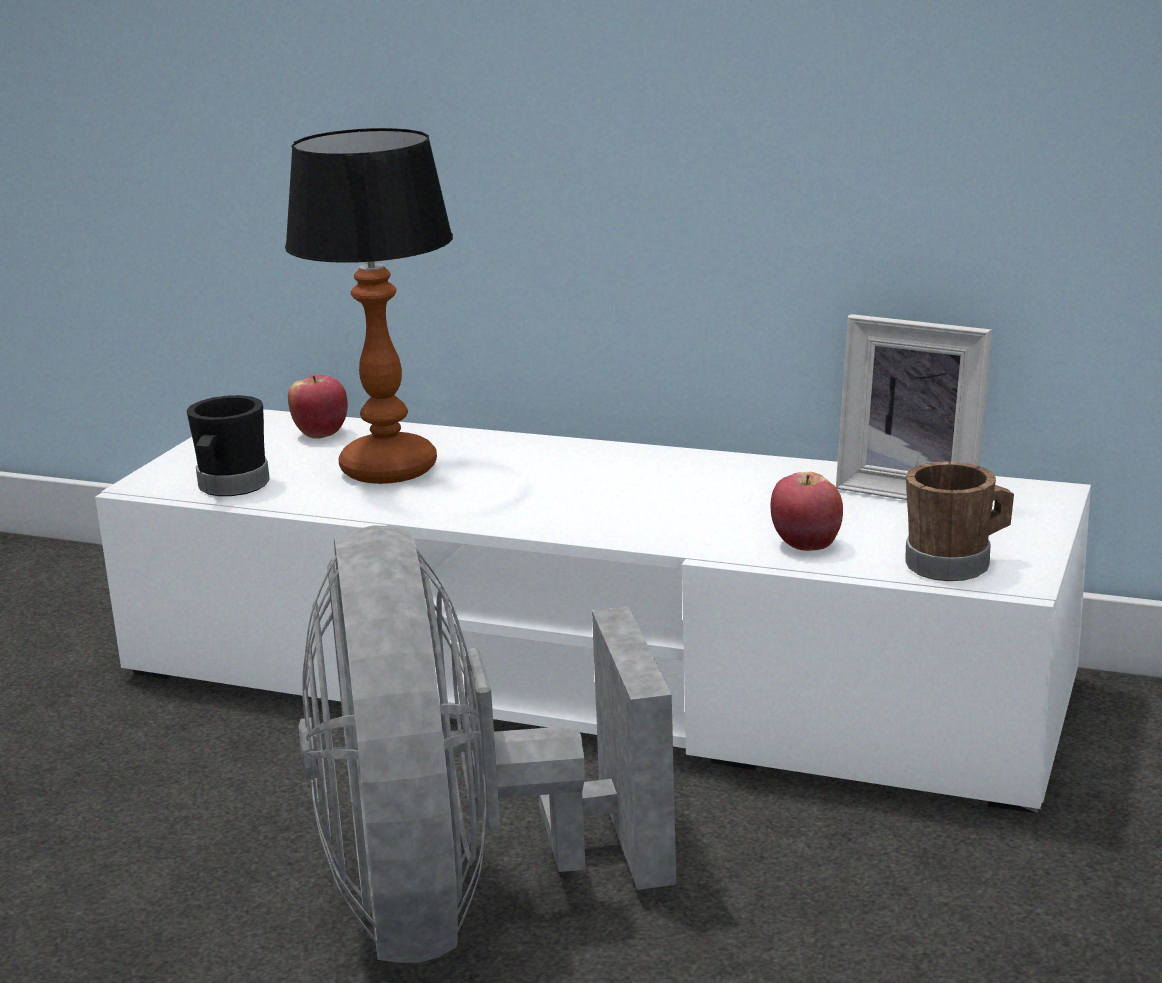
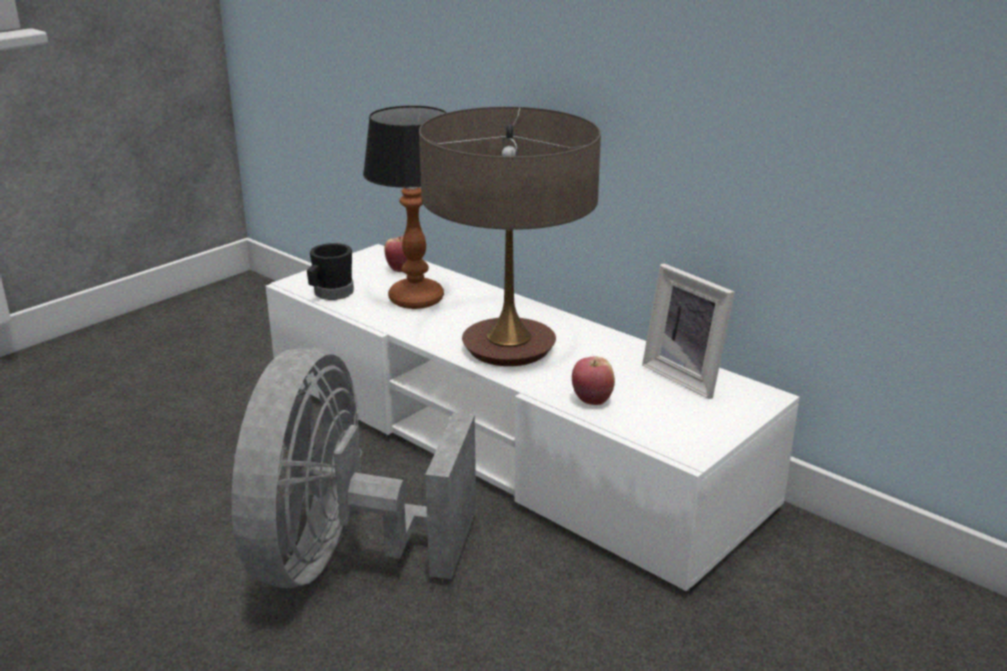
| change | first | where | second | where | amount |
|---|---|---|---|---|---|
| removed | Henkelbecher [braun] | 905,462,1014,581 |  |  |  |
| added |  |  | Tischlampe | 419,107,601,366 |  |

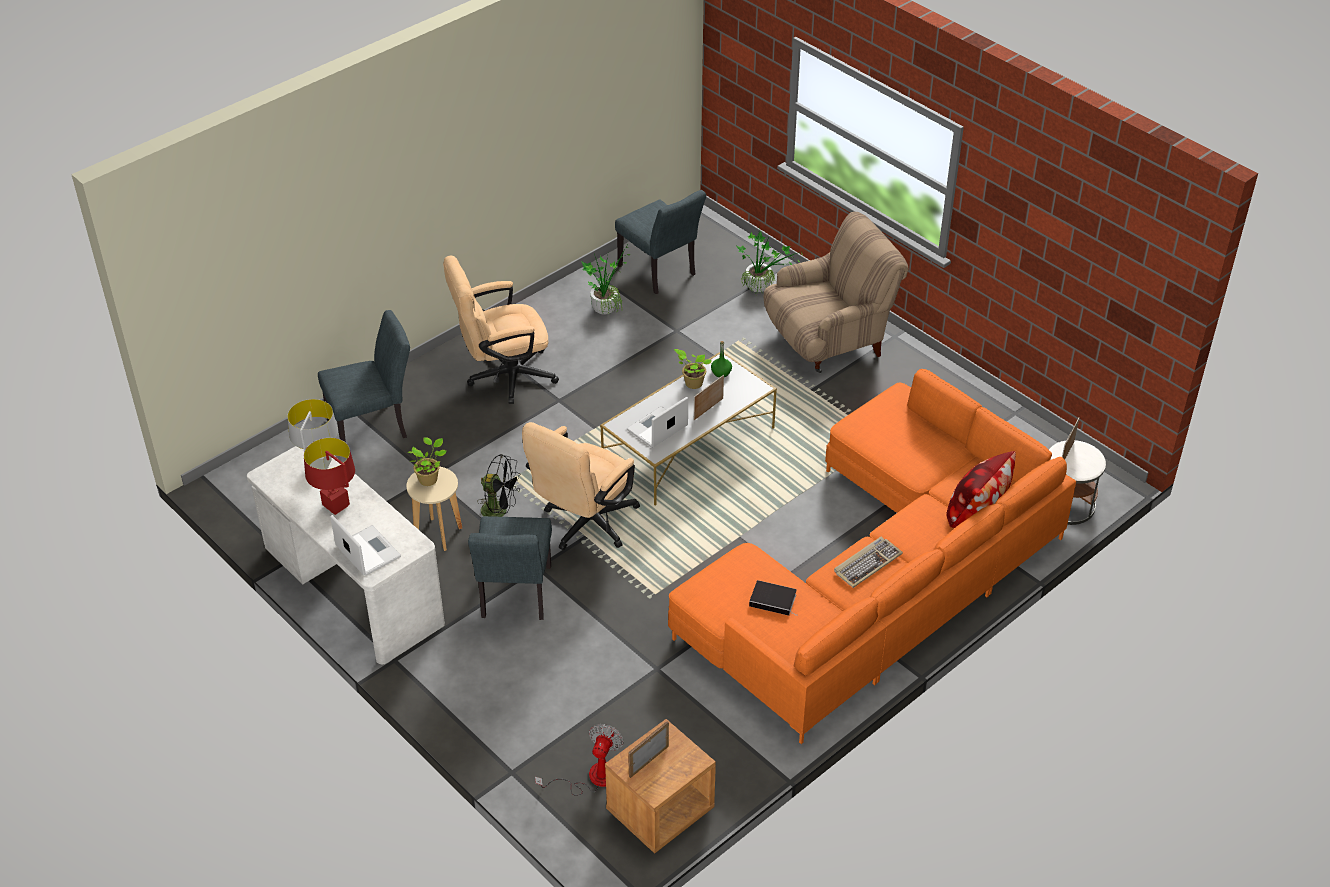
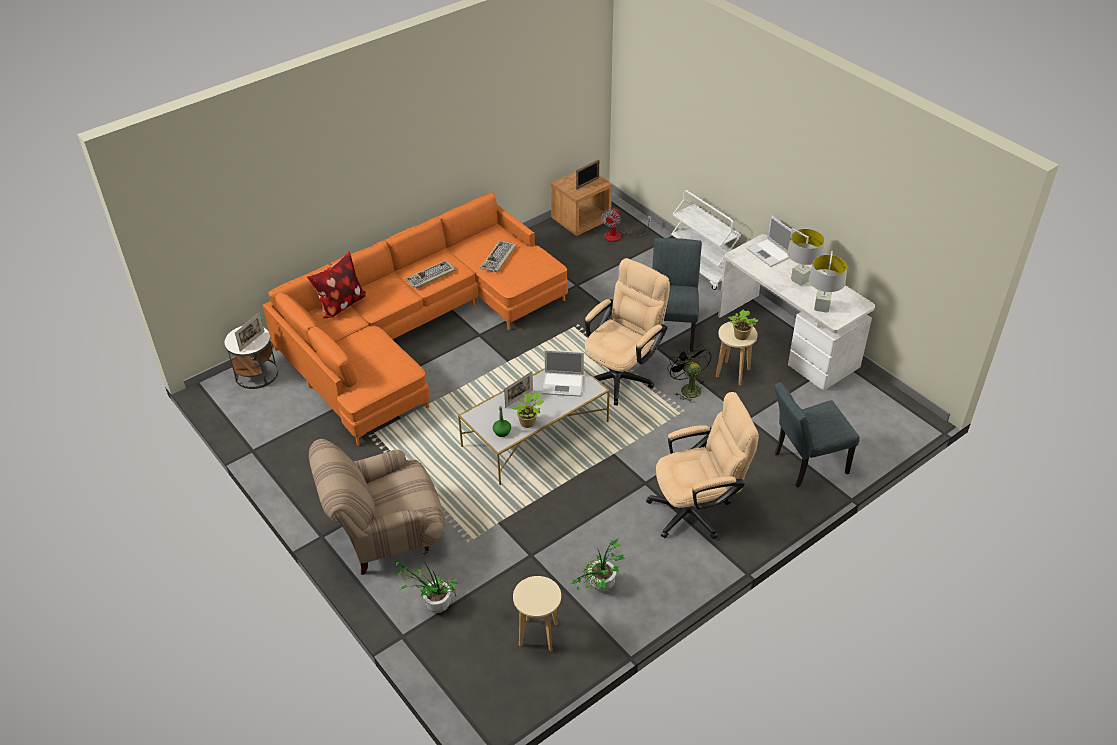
| change | first | where | second | where | amount |
|---|---|---|---|---|---|
| replaced | Stuhl [grau] | 615,190,706,294 | Hocker [beige] | 513,576,561,651 |  |
| turned | Laptop | 627,397,688,448 |  | 542,350,584,397 | 45 degrees clockwise |
| recoloured | Tischlampe [rot] | 304,438,355,515 | Tischlampe [grau] | 787,228,825,286 |  |
| turned | Ventilator [schwarz] | 477,454,521,517 |  | 667,344,711,403 | 45 degrees clockwise |
| replaced | Buch | 749,580,797,616 | Tastatur | 480,240,516,272 |  |
| added |  |  | Rollwagen [weiß] | 671,190,741,290 |  |

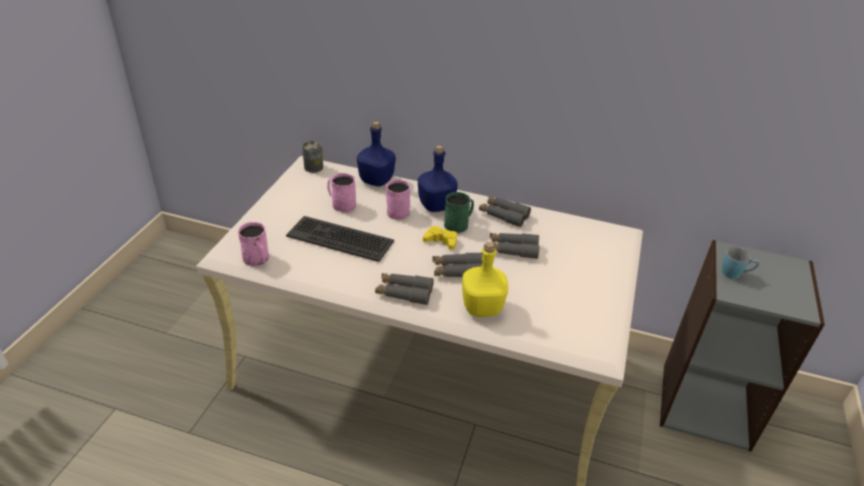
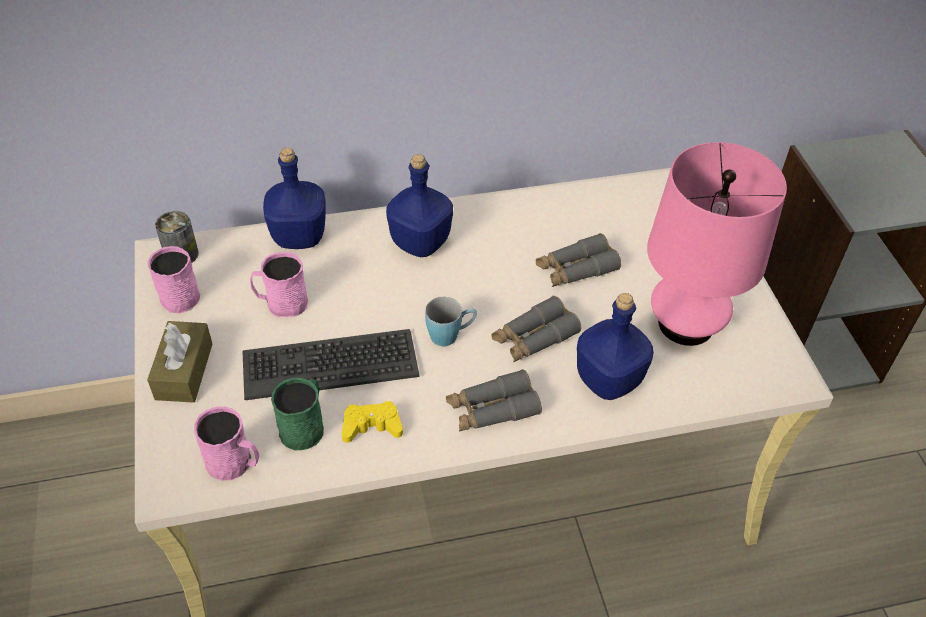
| change | first | where | second | where | amount |
|---|---|---|---|---|---|
| moved | Henkelbecher [rosa] | 386,179,410,220 |  | 148,246,200,313 |  |
| moved | Henkelbecher [grün] | 444,192,474,233 |  | 271,378,324,451 |  |
| removed | Fernglas [grau] | 479,196,531,227 |  |  |  |
| moved | Gamepad [gelb] | 423,226,457,250 |  | 342,401,403,443 |  |
| recoloured | Flasche [gelb] | 462,242,508,317 | Flasche [blau] | 577,293,654,400 |  |
| moved | Henkelbecher [blau] | 722,247,759,279 |  | 425,297,477,346 |  |
| added |  |  | Tischlampe [rosa] | 647,142,787,346 |  |
| added |  |  | Taschentuchbox [braun] | 147,321,212,403 |  |

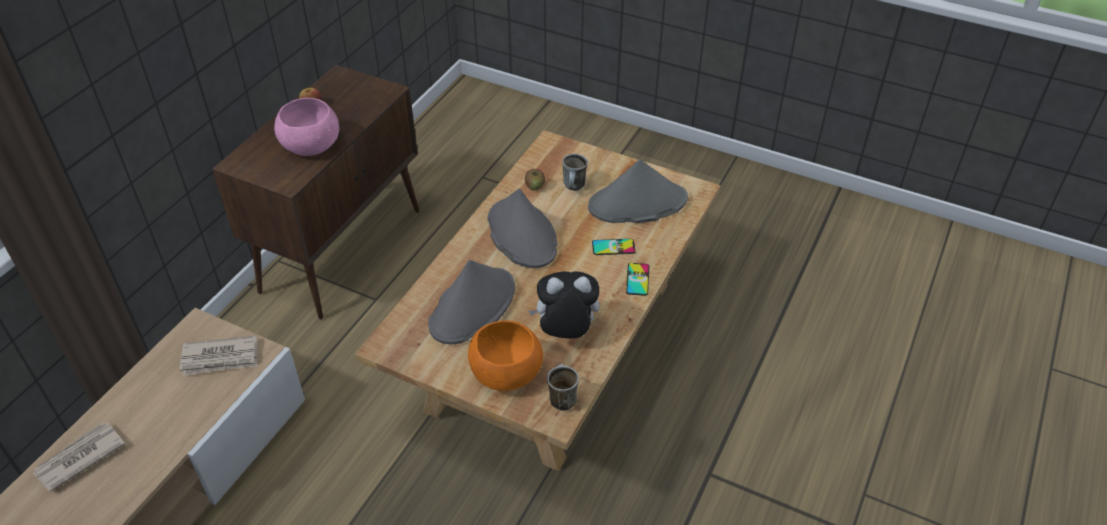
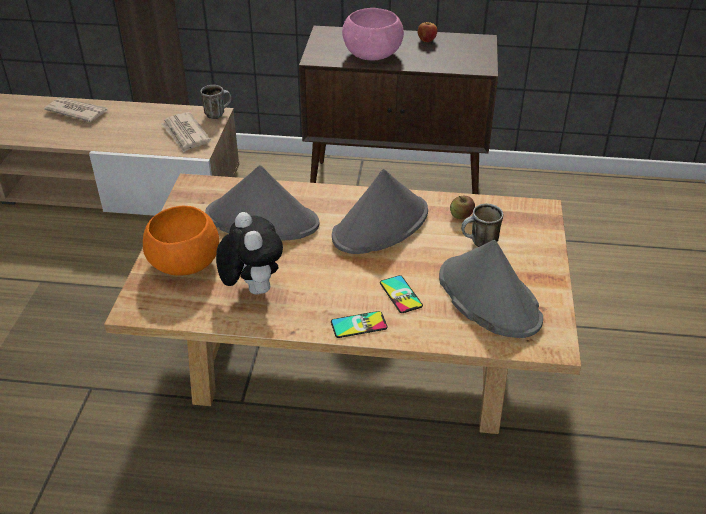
| change | first | where | second | where | amount |
|---|---|---|---|---|---|
| moved | Henkelbecher | 547,364,579,411 |  | 201,85,231,119 |  |

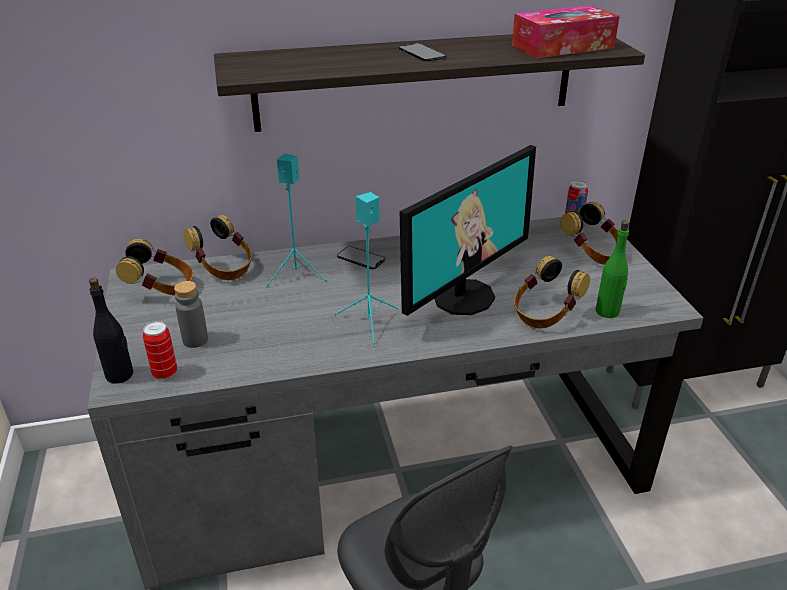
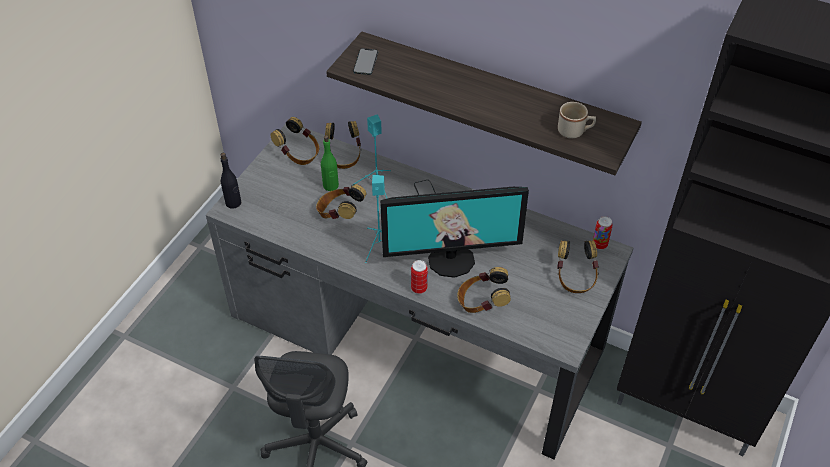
| change | first | where | second | where | amount |
|---|---|---|---|---|---|
| replaced | Taschentuchbox | 512,5,620,58 | Henkelbecher [beige] | 558,102,596,138 |  |
| moved | Handy | 399,43,447,62 |  | 353,48,378,75 |  |
| moved | Flasche [grün] | 596,220,629,318 |  | 321,135,339,191 |  |
| removed | Flasche [grau] | 174,281,208,348 |  |  |  |
| moved | Dose | 143,321,177,380 |  | 411,260,428,294 |  |
| added |  |  | Kopfhörer | 316,184,367,219 |  |

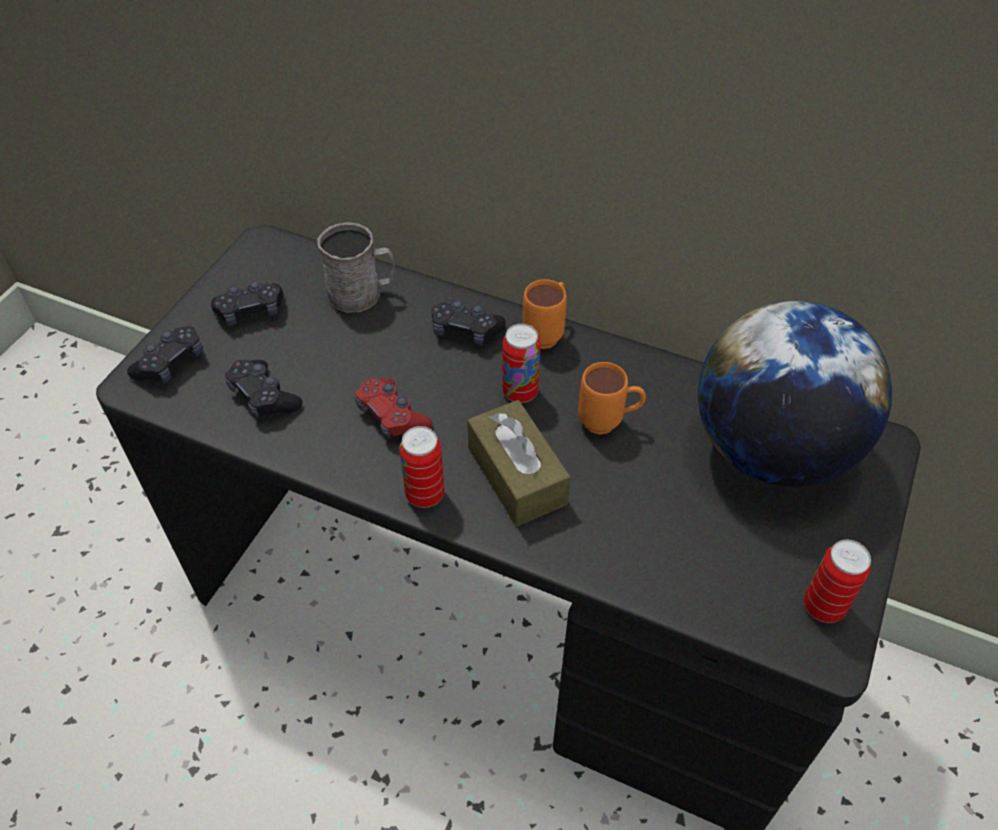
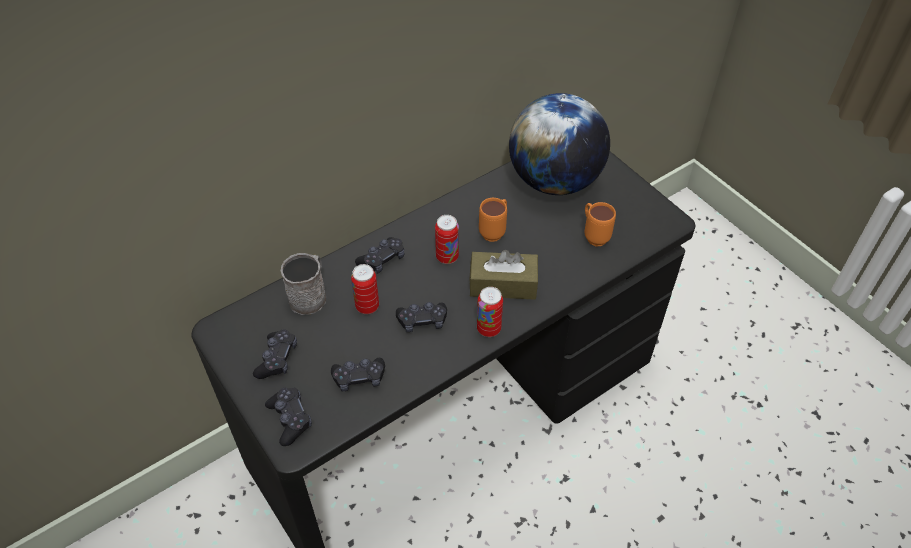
| change | first | where | second | where | amount |
|---|---|---|---|---|---|
| moved | Henkelbecher [orange] | 522,279,567,349 |  | 585,202,616,246 |  |
| recoloured | Gamepad [rot] | 355,378,432,439 | Gamepad [schwarz] | 396,302,447,332 |  |
| moved | Dose | 804,540,871,623 |  | 351,264,379,314 |  |

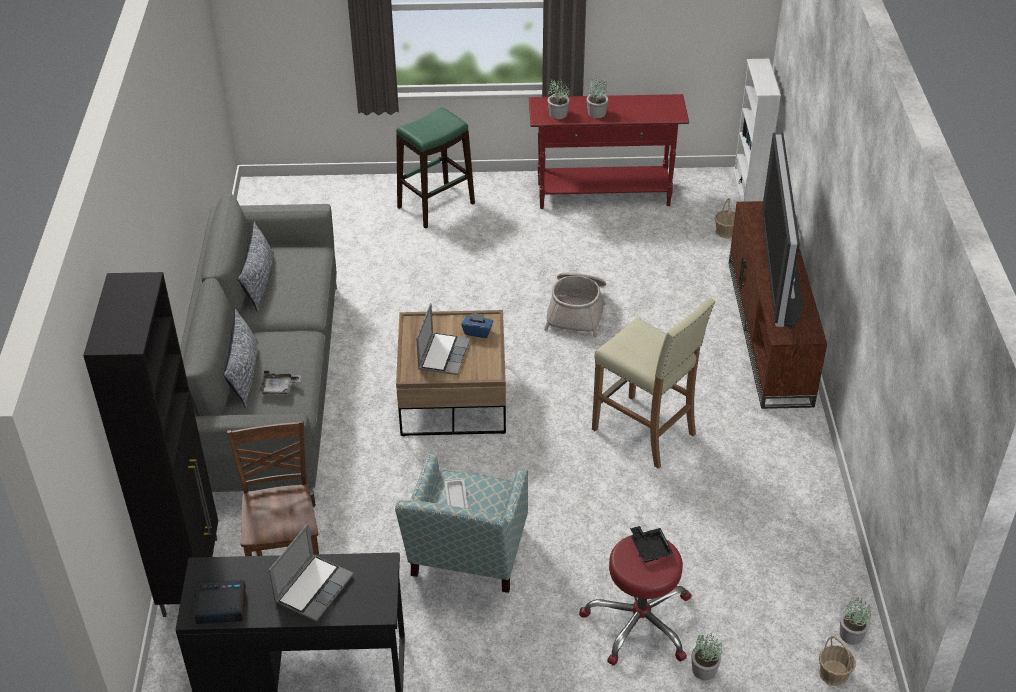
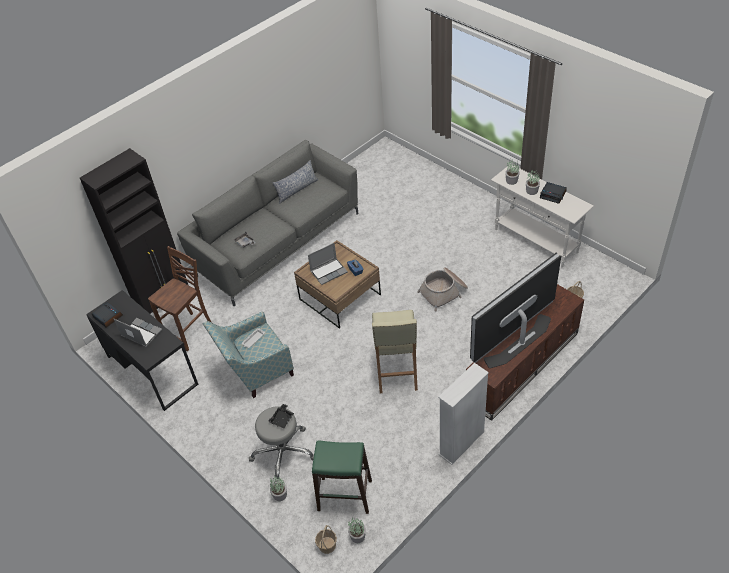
| change | first | where | second | where | amount |
|---|---|---|---|---|---|
| moved | Bücherregal [weiß] | 733,59,781,202 |  | 438,363,489,465 |  |
| recoloured | Konsolentisch [rot] | 529,94,689,209 | Konsolentisch [weiß] | 491,165,594,267 |  |
| moved | Hocker [grün] | 396,108,475,229 |  | 312,441,372,514 |  |
| removed | Kissen | 223,309,257,408 |  |  |  |
| turned | Laptop | 269,523,353,622 |  | 114,318,162,347 | 135 degrees counterclockwise |
| recoloured | Hocker [rot] | 579,535,692,666 | Hocker [grau] | 249,406,314,482 |  |
| added |  |  | Wecker | 540,182,567,204 |  |

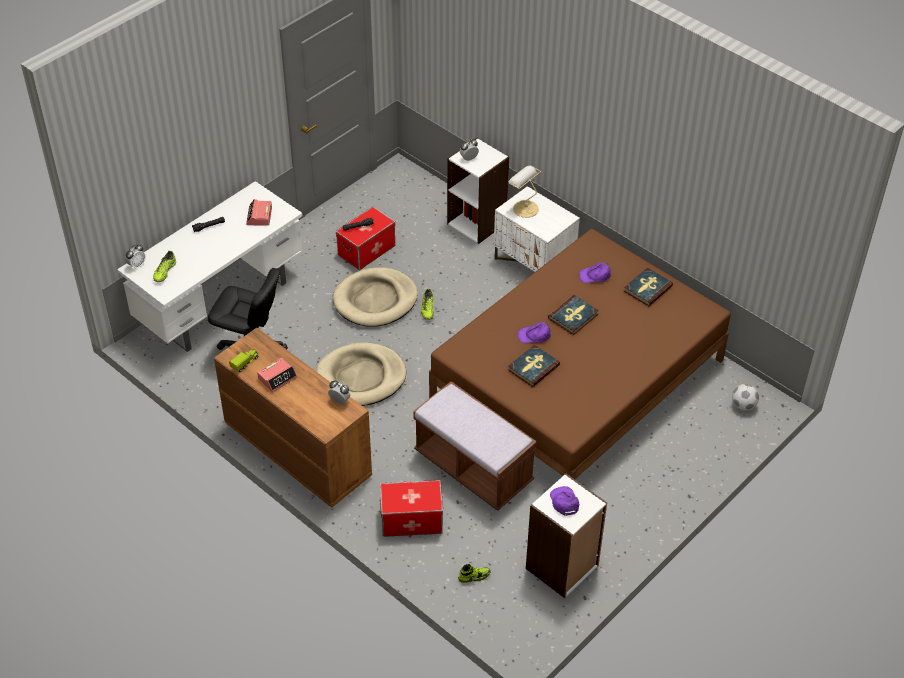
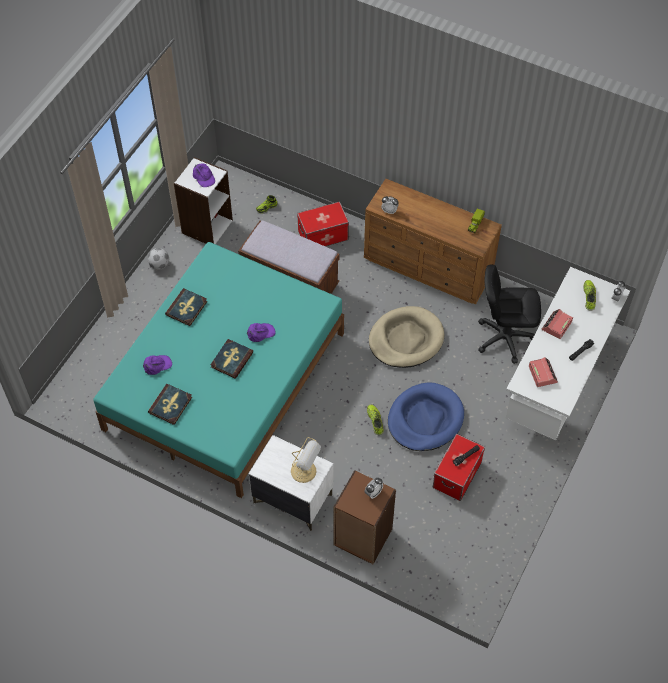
| change | first | where | second | where | amount |
|---|---|---|---|---|---|
| recoloured | Bücherregal [weiß] | 447,138,509,244 | Bücherregal [braun] | 334,470,396,564 |  |
| recoloured | Bett [braun] | 429,229,731,479 | Bett [türkis] | 94,242,344,498 |  |
| moved | Kappe [lila] | 579,262,611,283 |  | 143,355,172,375 |  |
| recoloured | Hundebett [beige] | 333,267,418,327 | Hundebett [blau] | 388,382,464,451 |  |
| moved | Buch | 508,345,560,387 |  | 165,288,207,326 |  |
| moved | Wecker | 257,357,297,392 |  | 542,309,573,339 |  |
| moved | Fußball | 732,384,759,411 |  | 147,248,169,270 |  |

